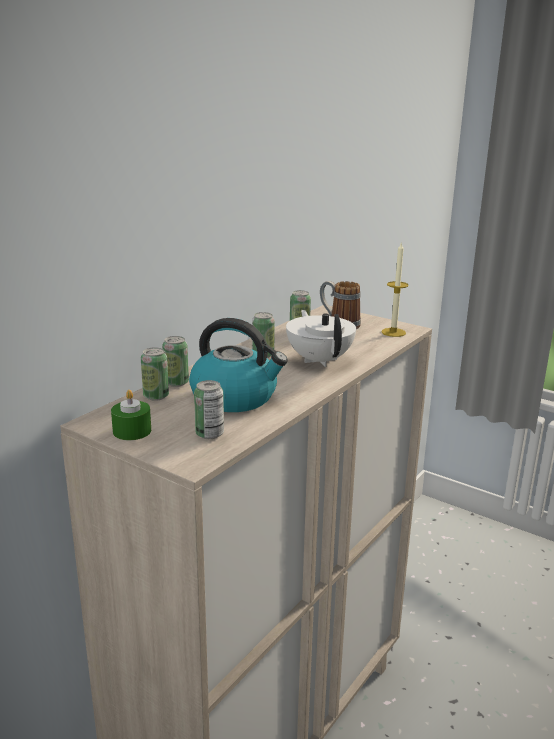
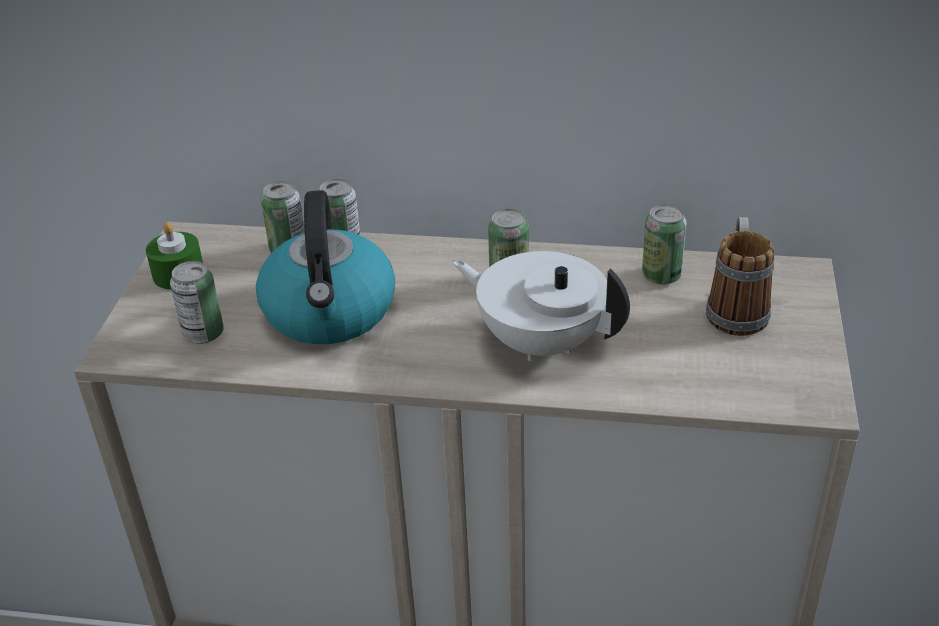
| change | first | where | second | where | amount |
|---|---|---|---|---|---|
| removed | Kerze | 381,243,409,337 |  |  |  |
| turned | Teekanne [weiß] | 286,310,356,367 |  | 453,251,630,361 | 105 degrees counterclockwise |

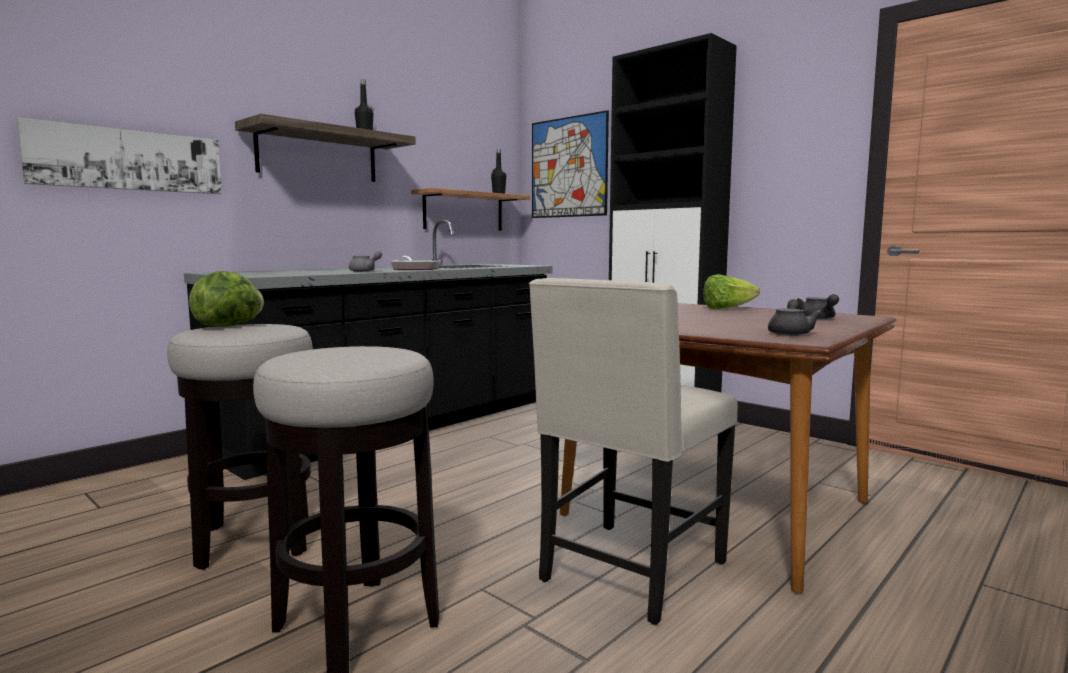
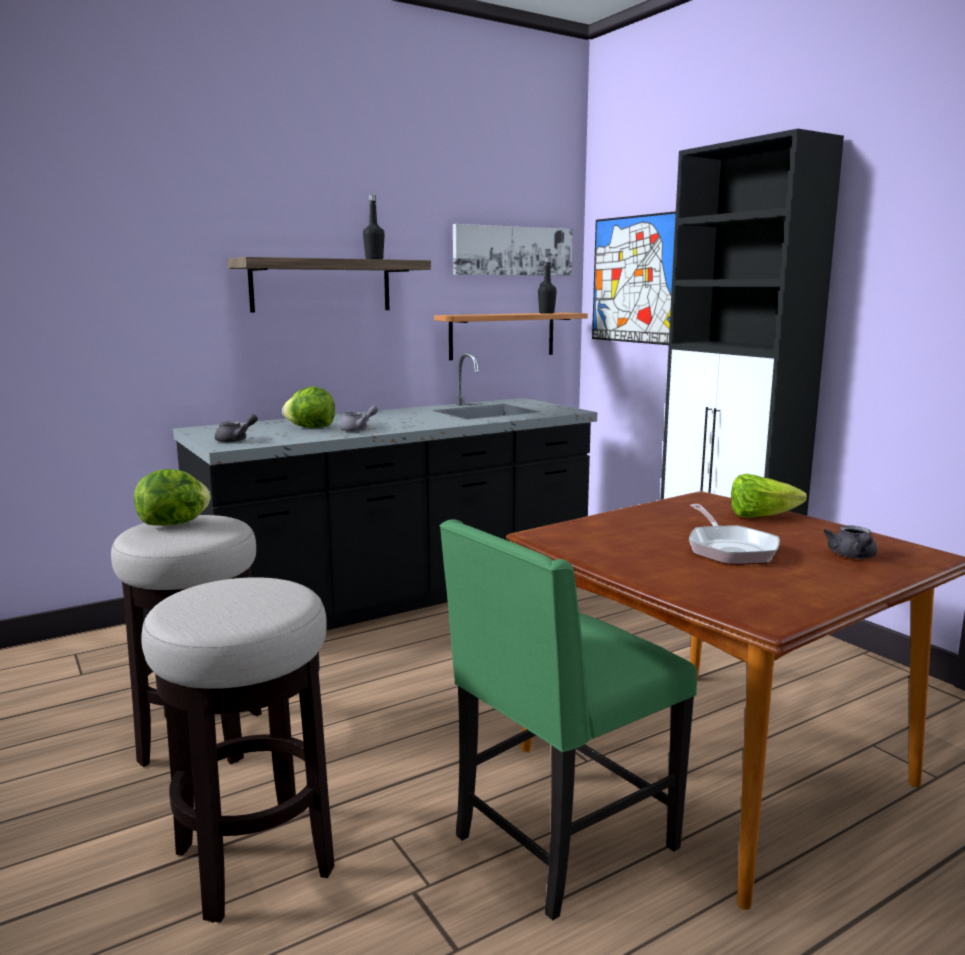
| change | first | where | second | where | amount |
|---|---|---|---|---|---|
| moved | Bild | 17,118,222,194 |  | 453,224,573,276 |  |
| moved | Pfanne | 390,256,441,270 |  | 689,504,780,565 |  |
| recoloured | Stuhl [beige] | 529,278,738,625 | Stuhl [grün] | 440,519,697,921 |  |
| moved | Teekanne [grau] | 768,299,822,336 |  | 215,414,258,443 |  |
| added |  |  | Salatkopf | 282,387,335,428 |  |

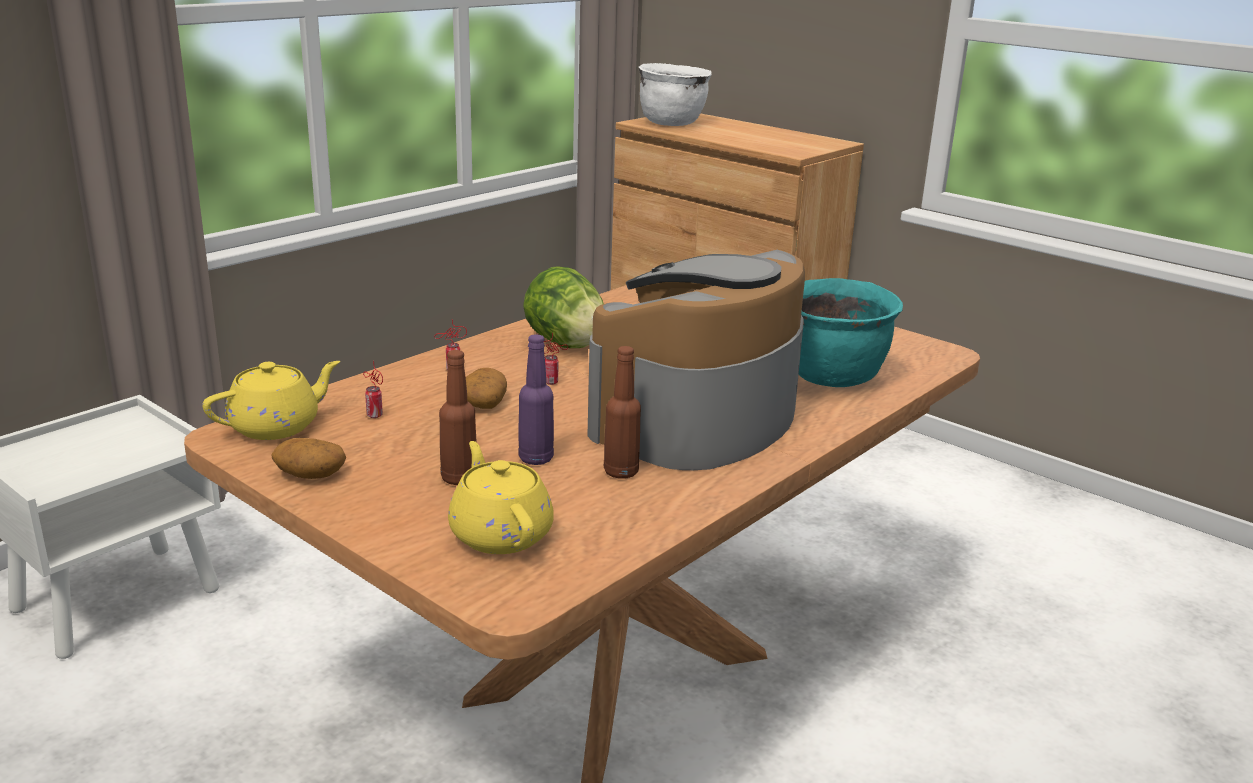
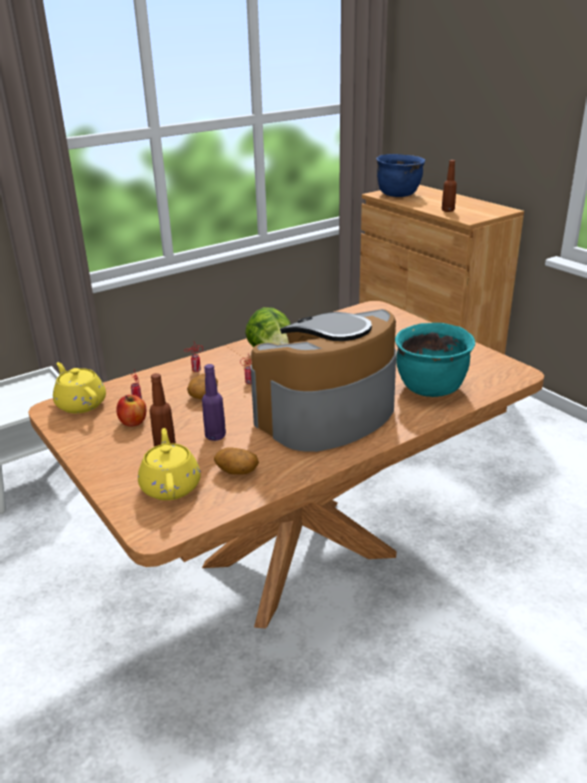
| change | first | where | second | where | amount |
|---|---|---|---|---|---|
| recoloured | Kochtopf [weiß] | 638,63,712,126 | Kochtopf [blau] | 376,154,425,197 |  |
| moved | Flasche [braun] | 604,346,641,479 |  | 442,160,457,212 |  |
| turned | Teekanne [gelb] | 203,361,340,440 |  | 53,362,106,413 | 105 degrees counterclockwise |
| moved | Kartoffel | 272,438,346,479 |  | 214,447,259,475 |  |
| added |  |  | Apfel | 116,395,146,426 |  |

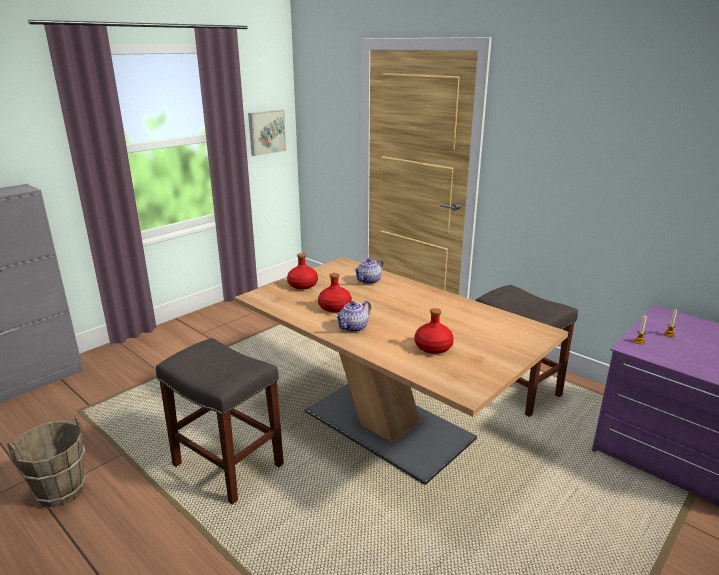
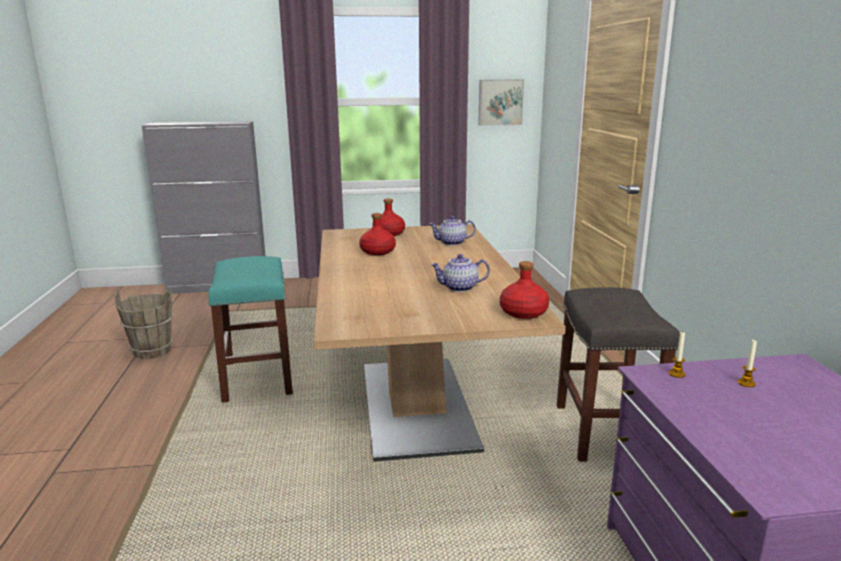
| change | first | where | second | where | amount |
|---|---|---|---|---|---|
| moved | Teekanne | 335,300,371,333 |  | 430,254,490,292 |  |
| moved | Flasche [rot] | 415,308,454,354 |  | 500,261,549,319 |  |
| recoloured | Hocker [grau] | 156,338,284,505 | Hocker [türkis] | 208,256,293,403 |  |

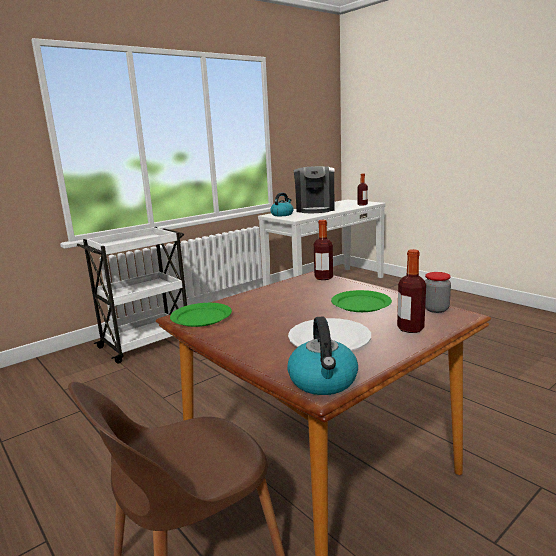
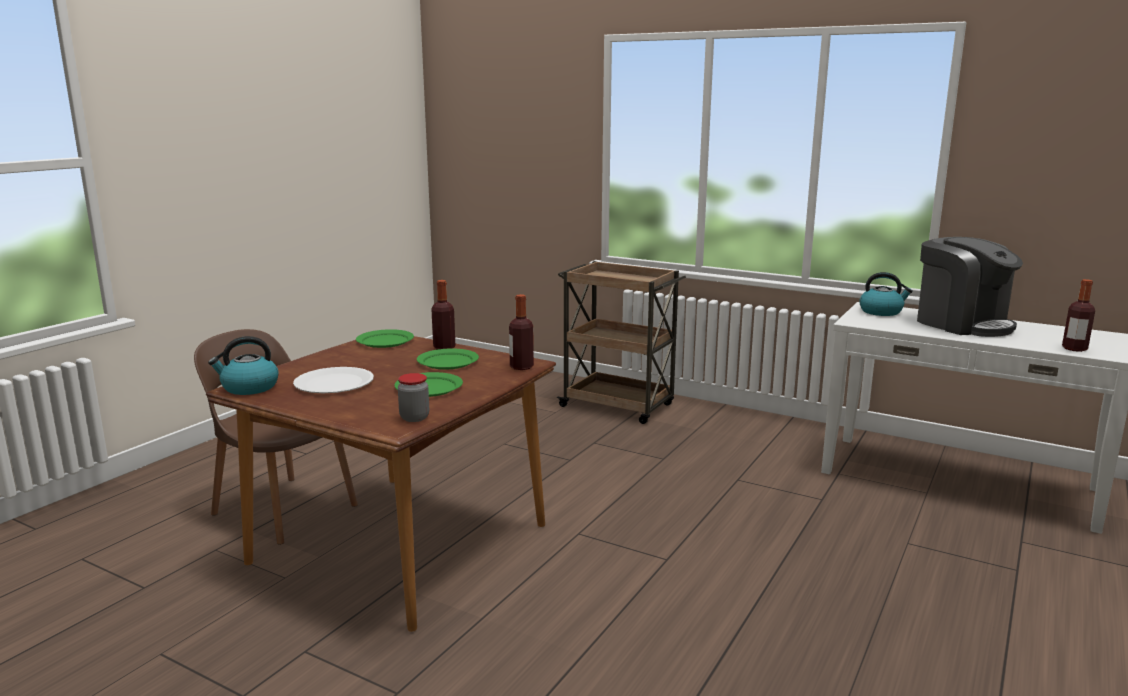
| change | first | where | second | where | amount |
|---|---|---|---|---|---|
| turned | Kaffeemaschine | 294,166,335,213 |  | 917,237,1023,337 | 105 degrees counterclockwise |
| recoloured | Rollwagen [weiß] | 77,227,187,364 | Rollwagen [braun] | 556,261,686,424 |  |
| moved | Flasche | 397,249,426,333 |  | 432,280,455,350 |  |
| added |  |  | Teller [grün] | 417,349,479,369 |  |

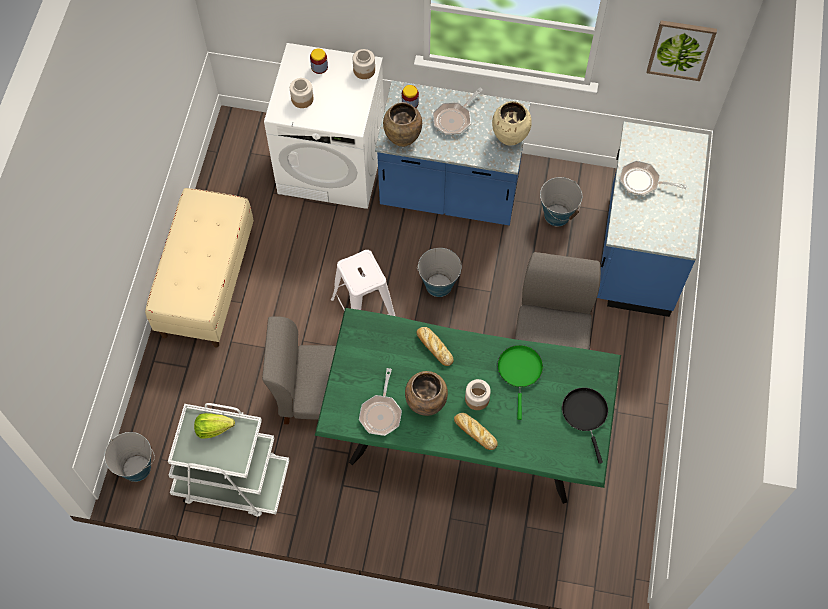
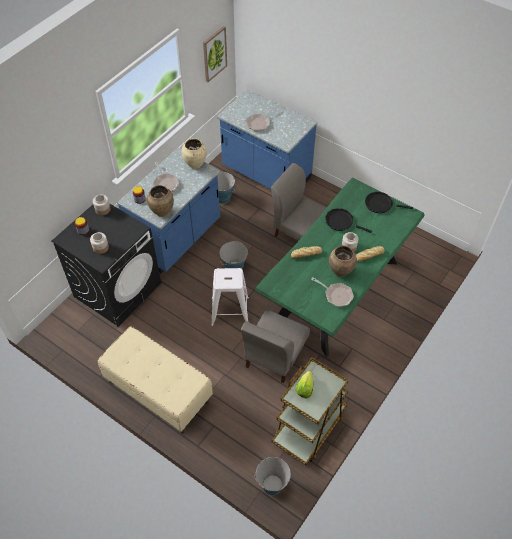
| change | first | where | second | where | amount |
|---|---|---|---|---|---|
| recoloured | Waschmaschine [weiß] | 264,43,384,209 | Waschmaschine [schwarz] | 52,203,161,327 |  |
| recoloured | Pfanne [grün] | 497,345,543,420 | Pfanne [schwarz] | 325,208,372,233 |  |
| recoloured | Rollwagen [weiß] | 168,403,289,517 | Rollwagen [braun] | 272,357,349,465 |  |

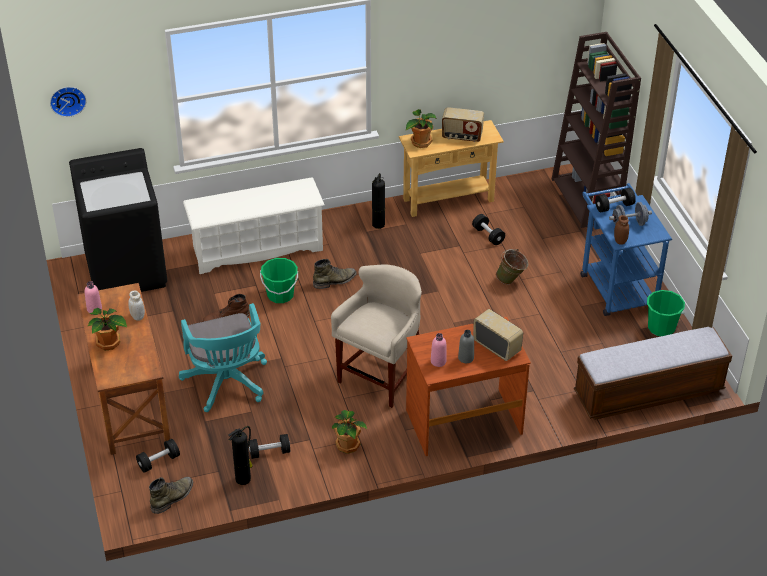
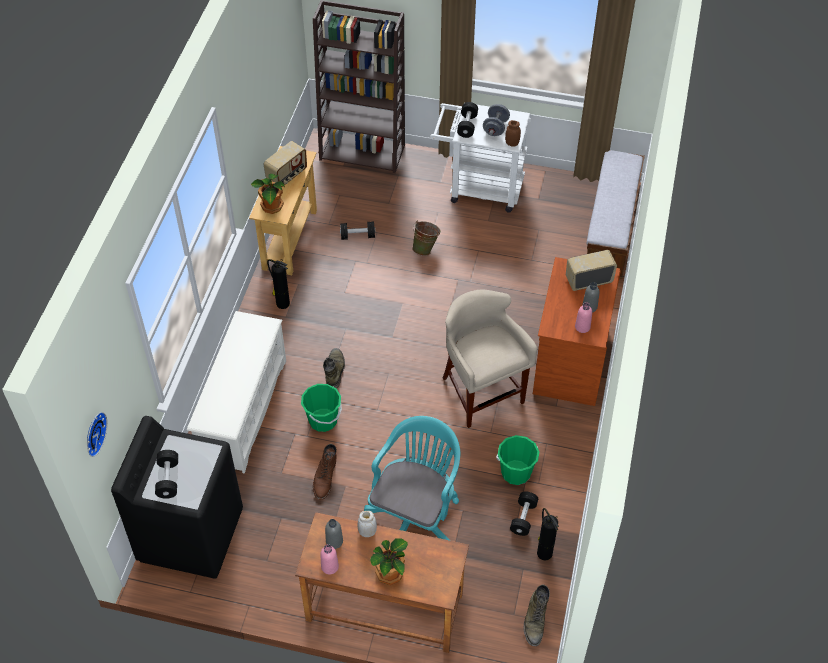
| change | first | where | second | where | amount |
|---|---|---|---|---|---|
| recoloured | Rollwagen [blau] | 580,183,672,316 | Rollwagen [weiß] | 430,103,531,212 |  |
| moved | Eimer [grün] | 647,290,685,336 |  | 496,435,539,485 |  |
| turned | Bürostuhl [türkis] | 179,303,267,412 |  | 364,416,460,541 | 75 degrees counterclockwise |
| removed | Topfpflanze | 332,410,367,454 |  |  |  |
| moved | Hantel [schwarz] | 136,439,180,473 |  | 155,450,178,499 |  |
| turned | Stiefel [grün] | 149,477,193,514 |  | 524,585,550,646 | 150 degrees counterclockwise |
| added |  |  | Flasche [grau] | 325,519,343,549 |  |

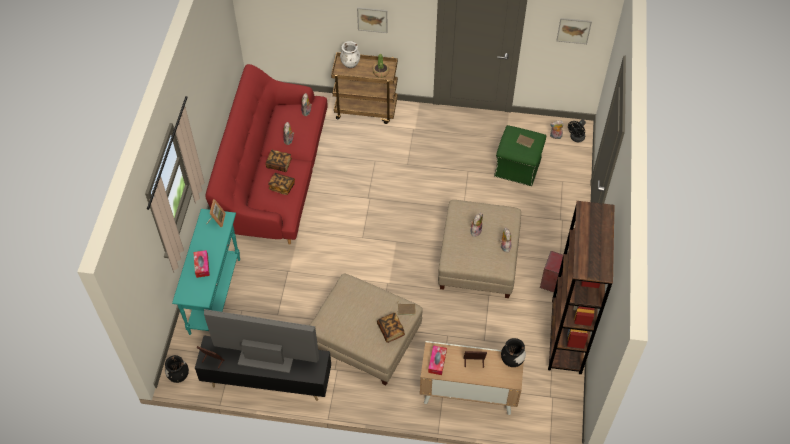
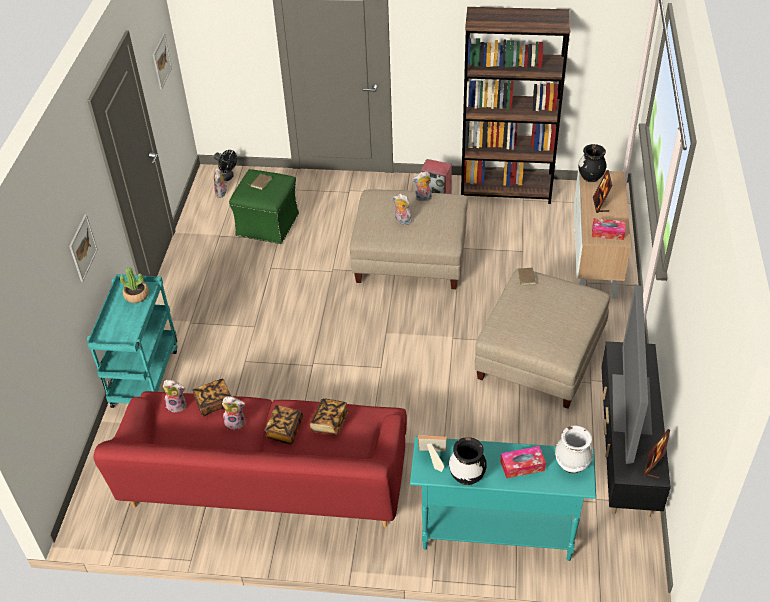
| change | first | where | second | where | amount |
|---|---|---|---|---|---|
| moved | Vase [weiß] | 340,41,360,68 |  | 555,426,593,473 |  |
| recoloured | Rollwagen [braun] | 331,52,398,124 | Rollwagen [türkis] | 87,274,178,408 |  |
| moved | Buch | 377,313,405,343 |  | 192,378,231,416 |  |
| moved | Vase [schwarz] | 165,355,189,383 |  | 449,437,487,485 |  |

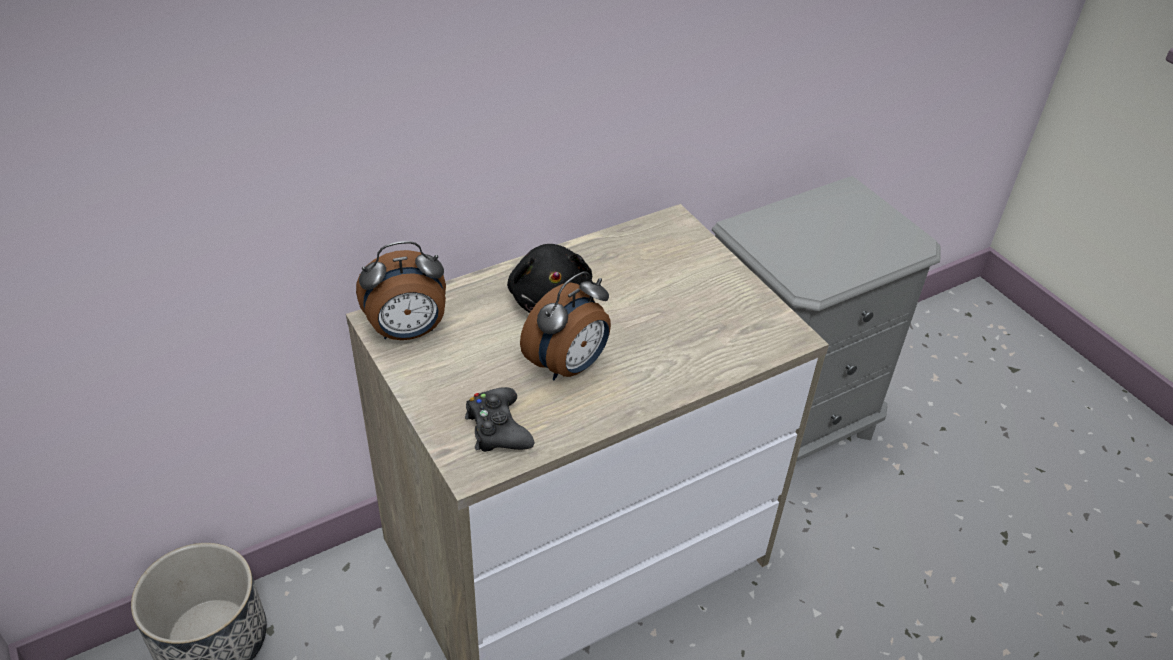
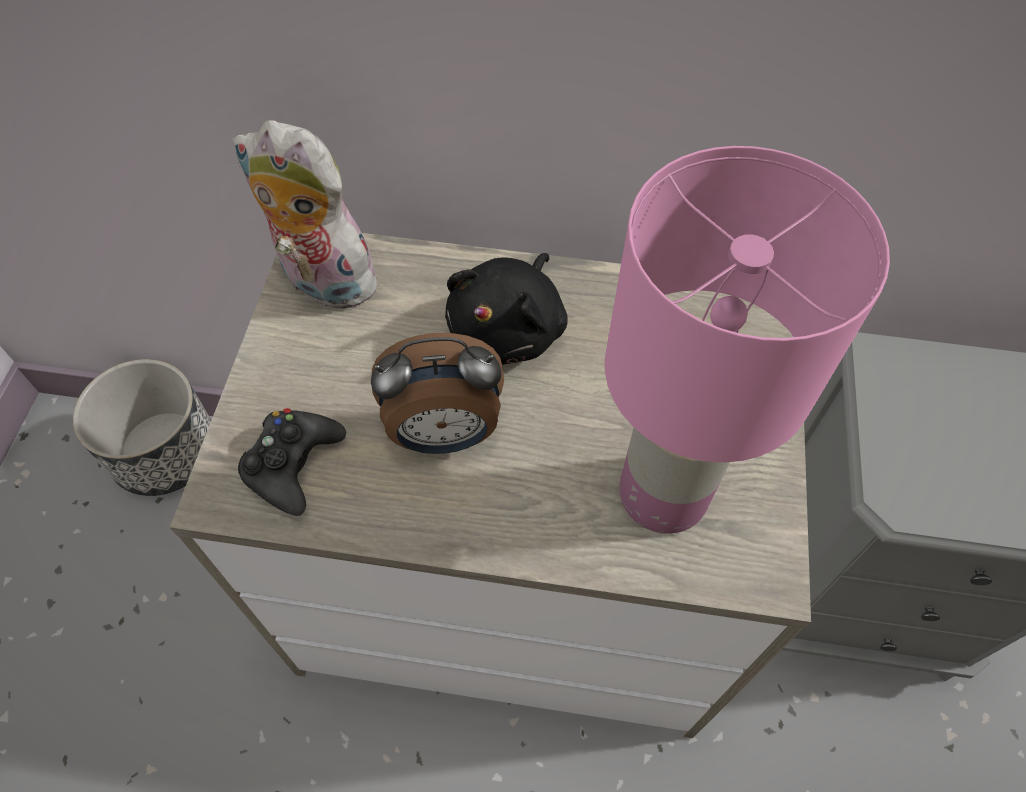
| change | first | where | second | where | amount |
|---|---|---|---|---|---|
| replaced | Wecker | 356,241,446,340 | Plüschtier | 233,120,389,312 |  |
| added |  |  | Tischlampe [rosa] | 605,146,890,534 |  |

